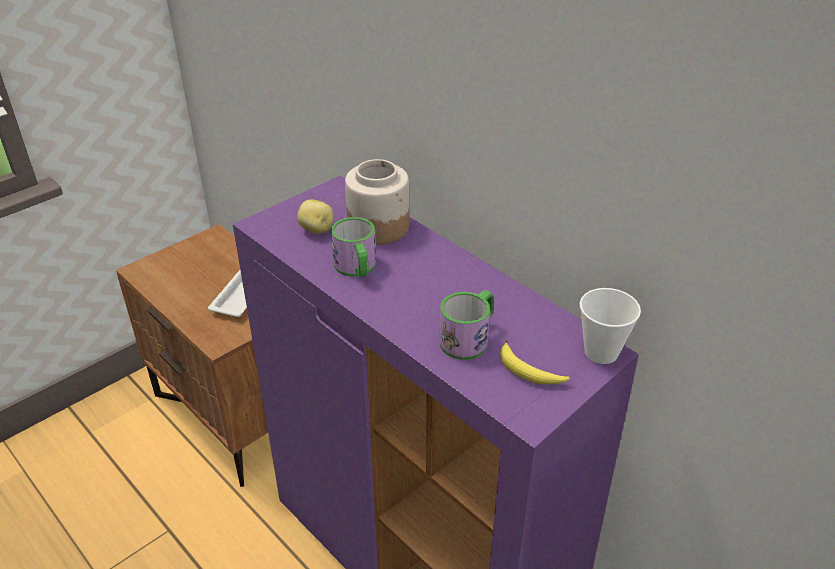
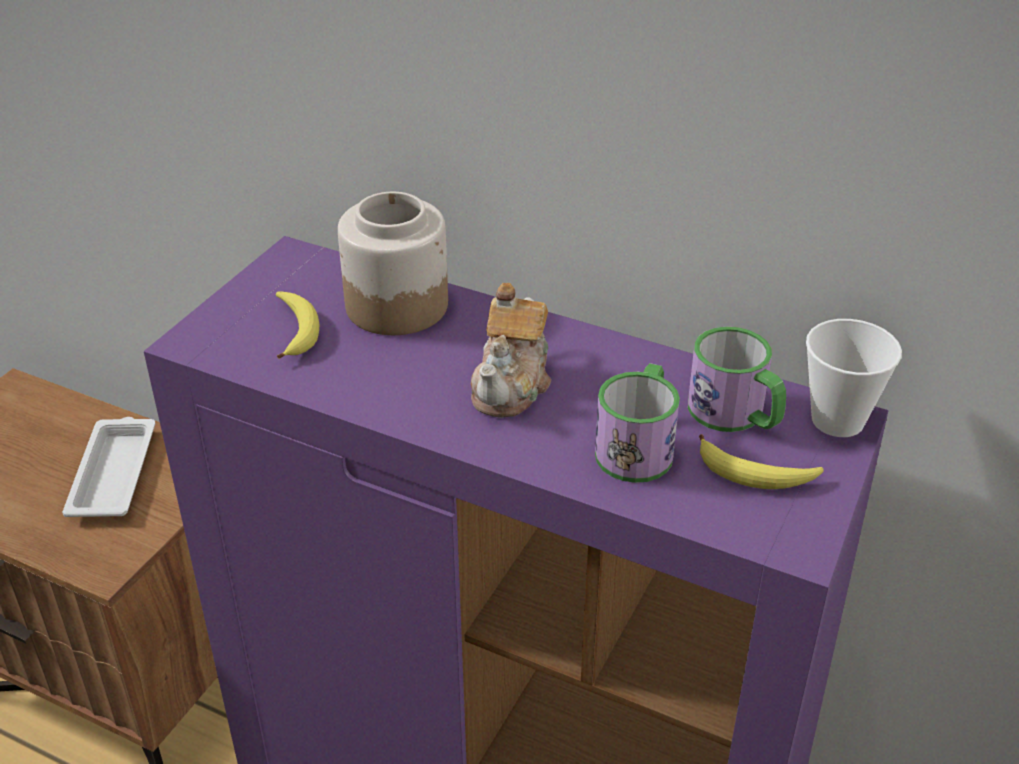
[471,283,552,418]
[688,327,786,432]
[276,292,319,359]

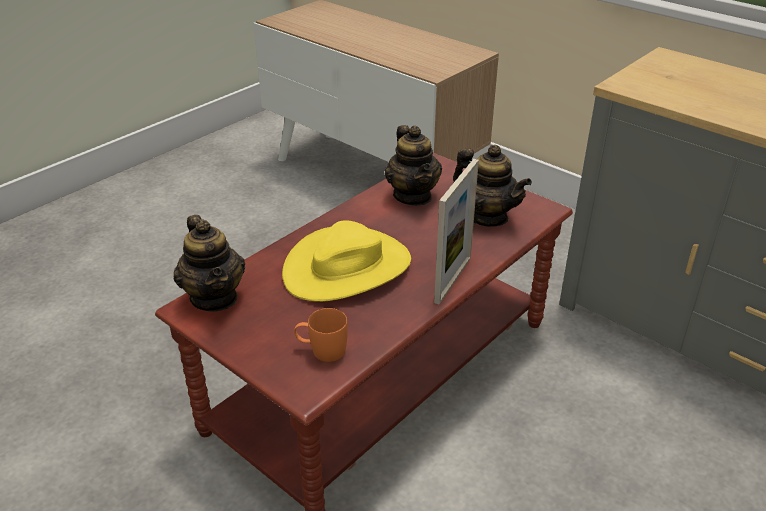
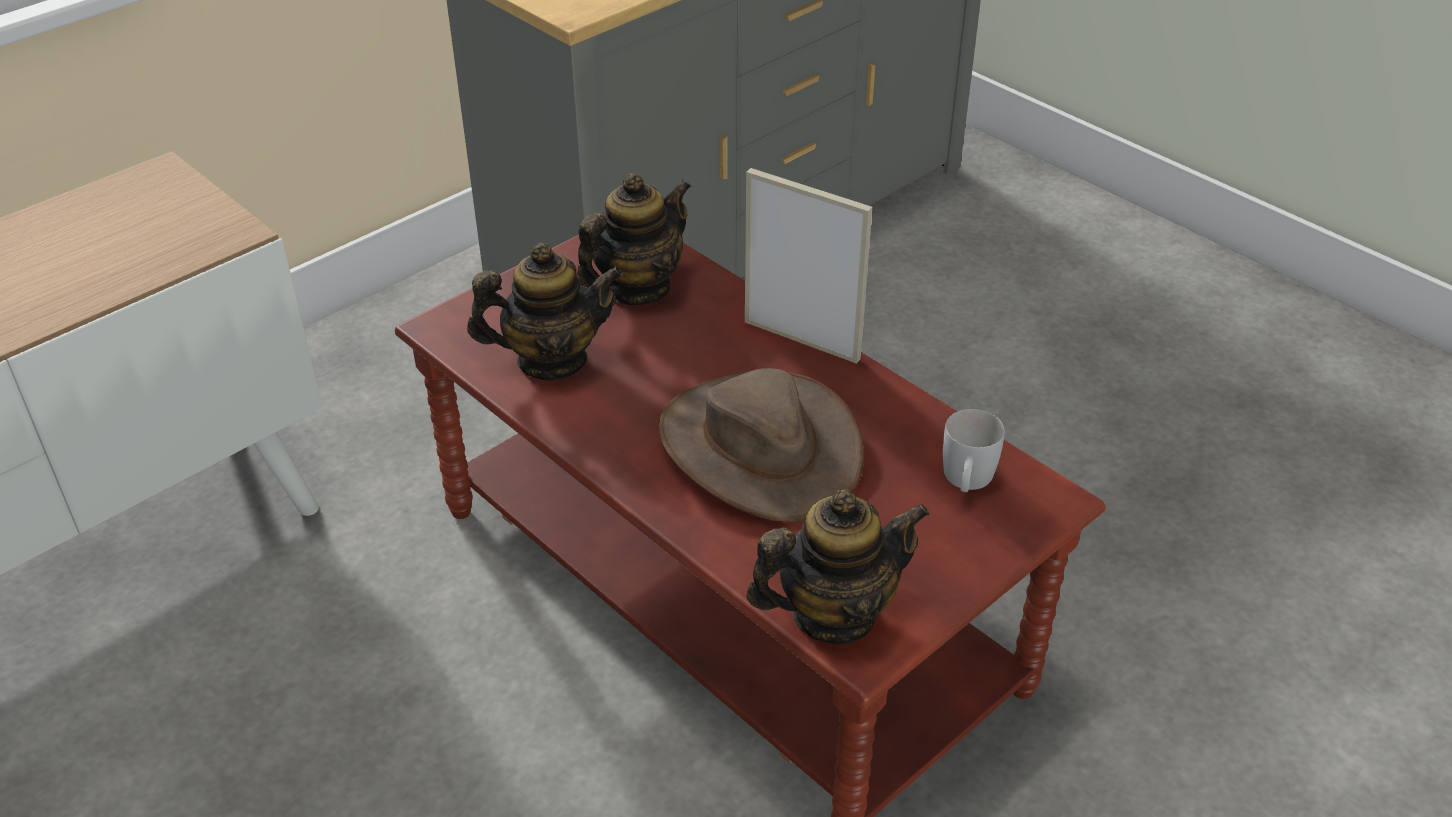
[659,368,864,522]
[943,409,1005,492]

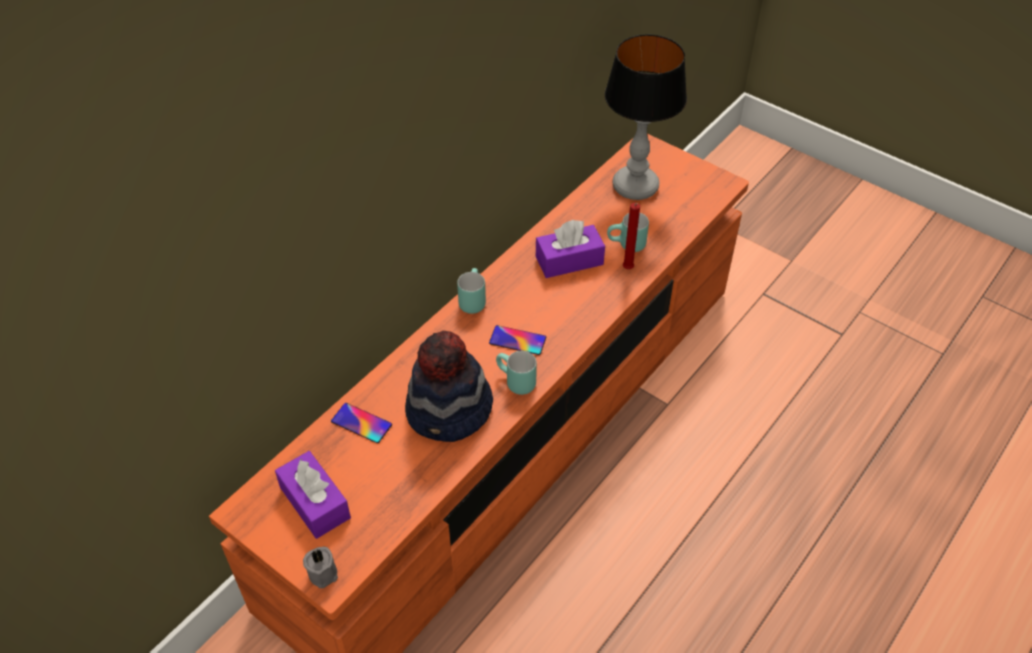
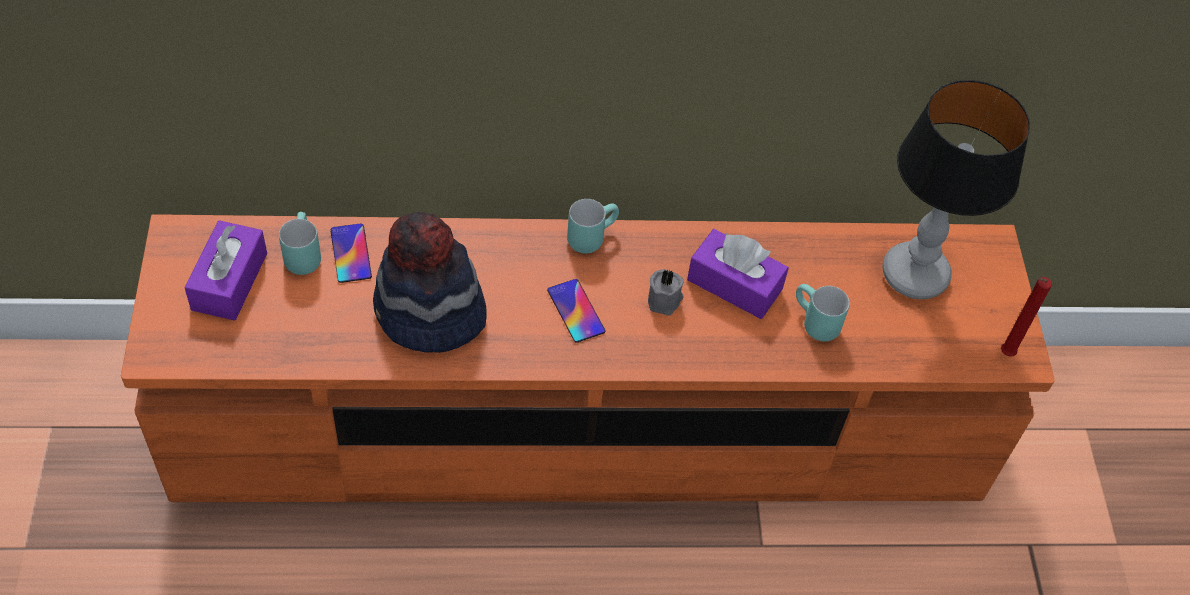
[648,269,684,316]
[279,212,321,275]
[1001,277,1052,357]

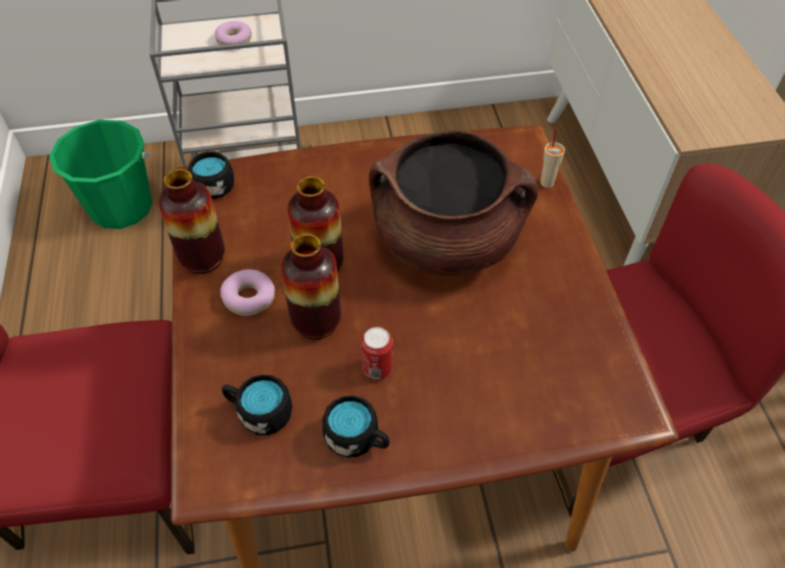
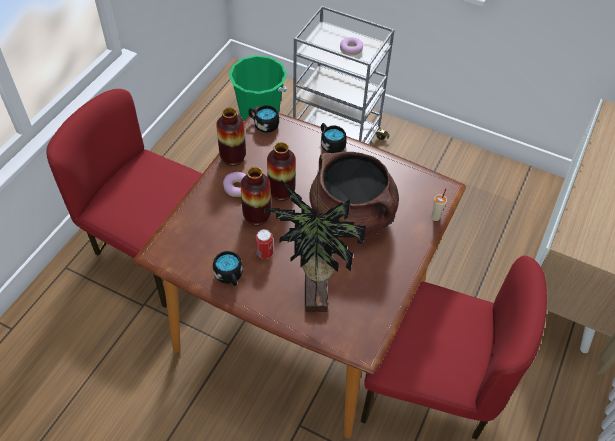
[265,174,366,312]
[321,123,347,153]

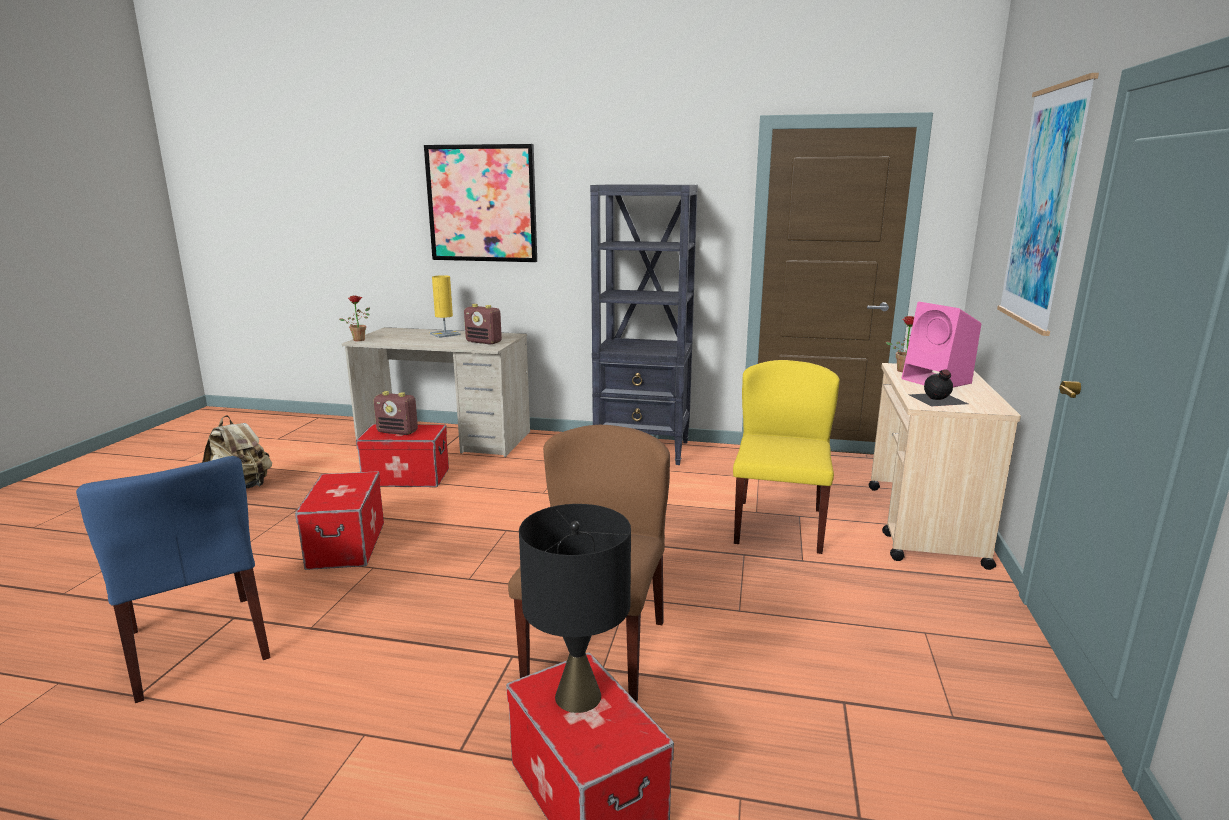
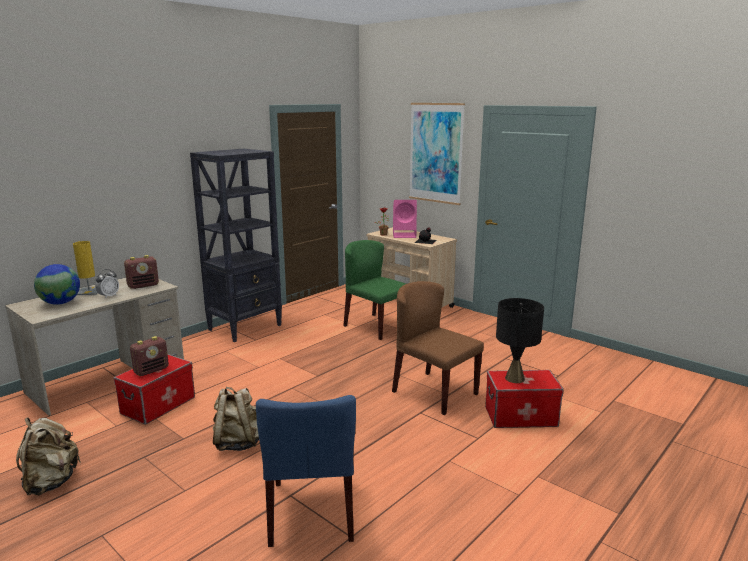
[339,296,370,341] (first image)
[424,144,537,262] (first image)
[34,264,80,305]
[95,269,119,299]
[213,387,260,451]
[343,240,406,340]
[256,395,356,547]

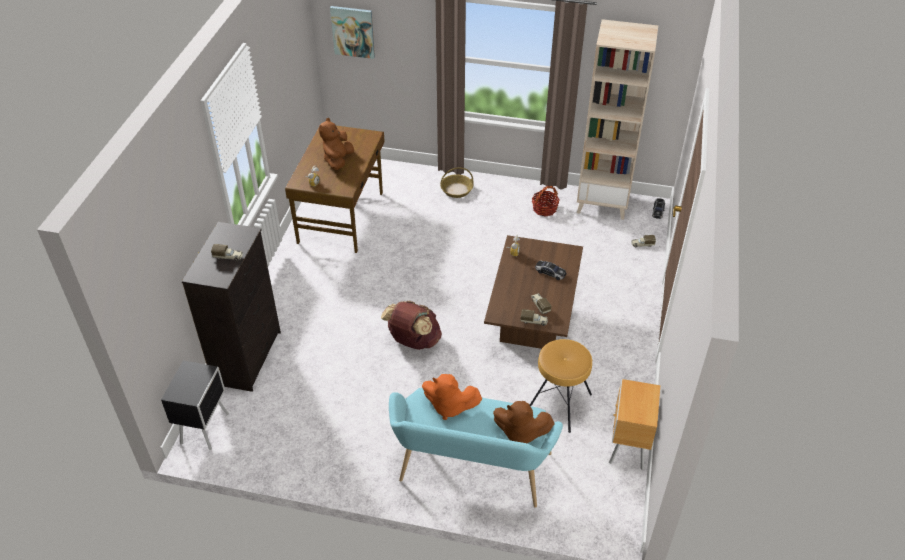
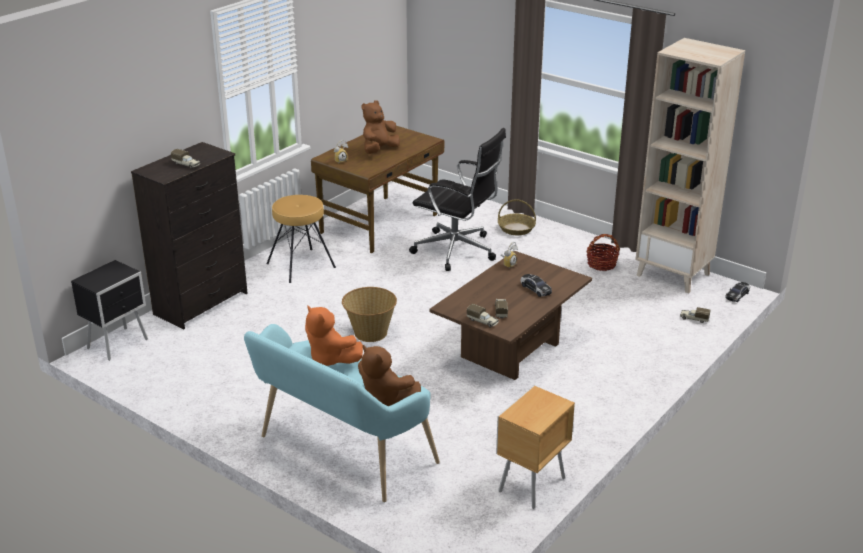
[330,6,375,59] (first image)
[409,128,506,271]
[266,195,336,283]
[342,287,397,342]

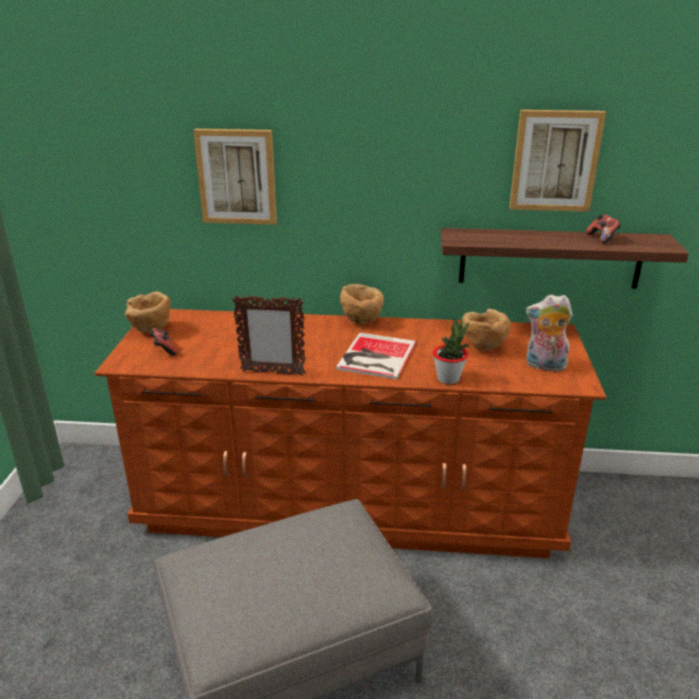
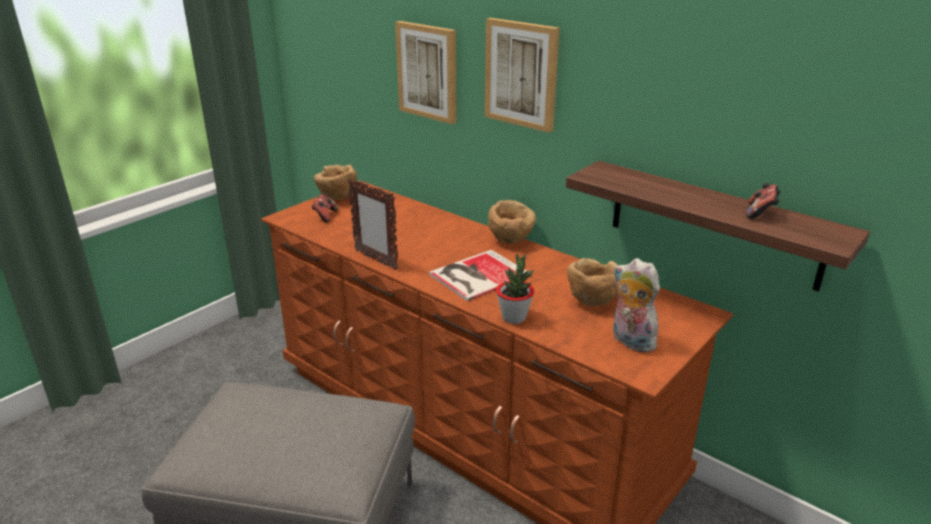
[485,18,560,133]

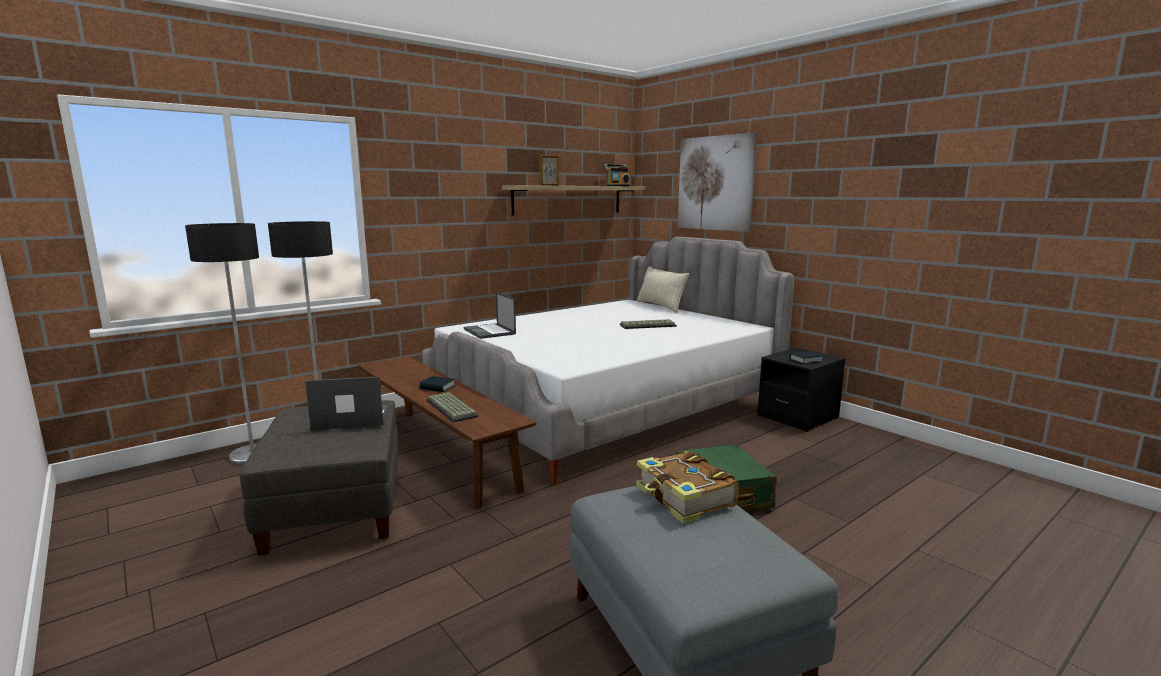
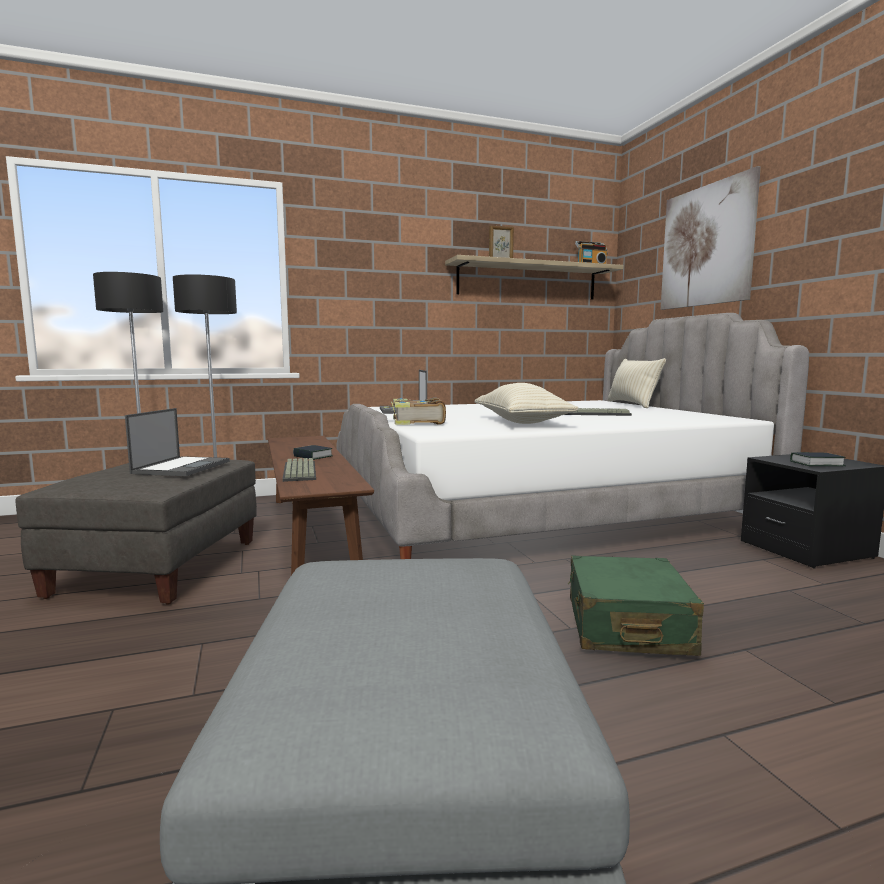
[474,383,579,424]
[383,398,446,425]
[125,408,230,476]

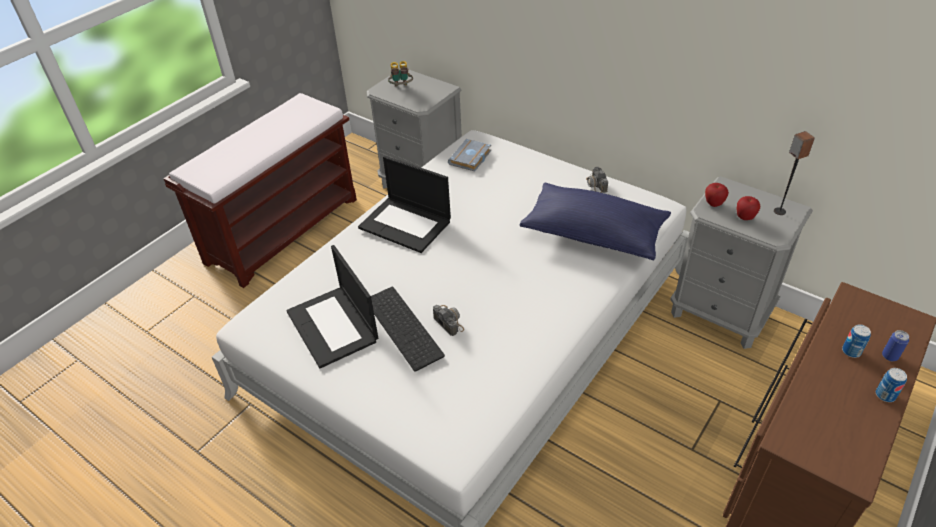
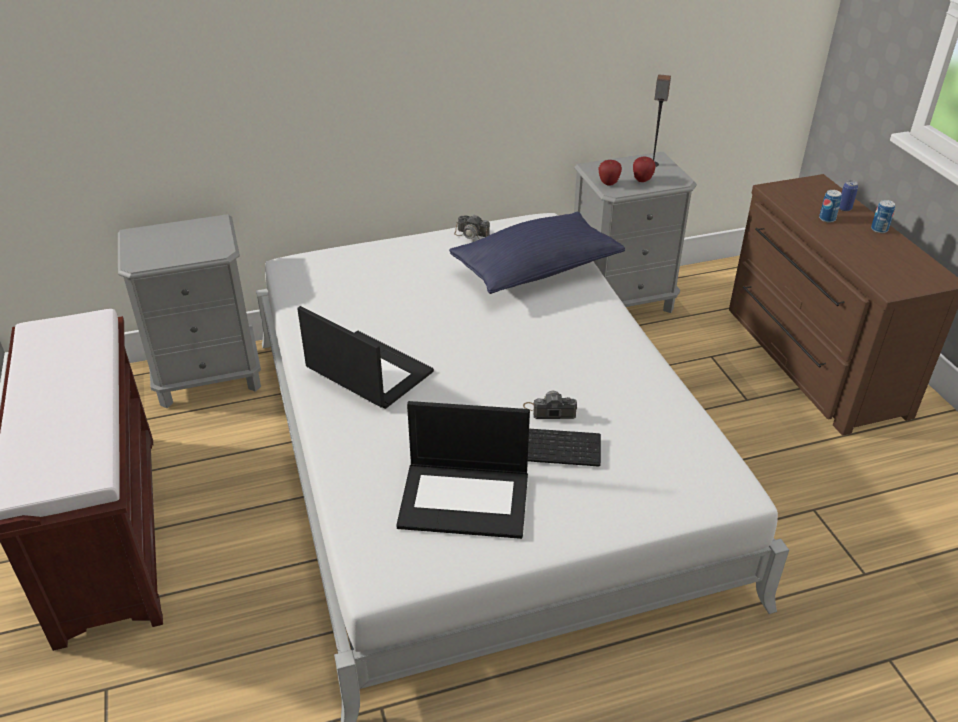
[388,61,413,87] (first image)
[448,139,491,171] (first image)
[297,306,434,409]

